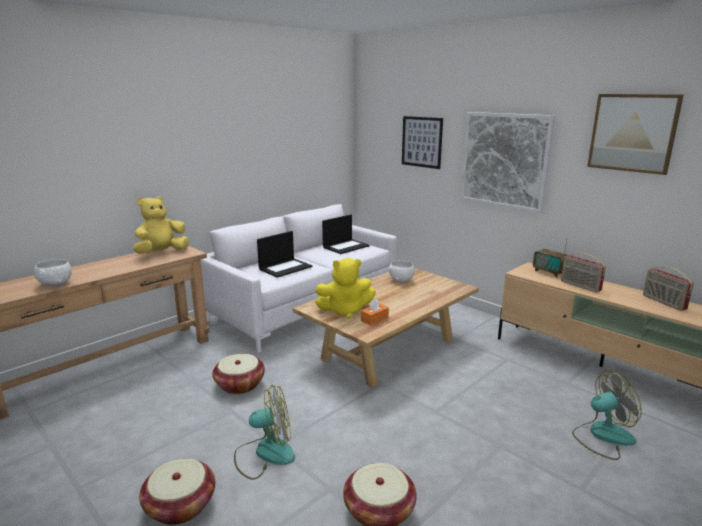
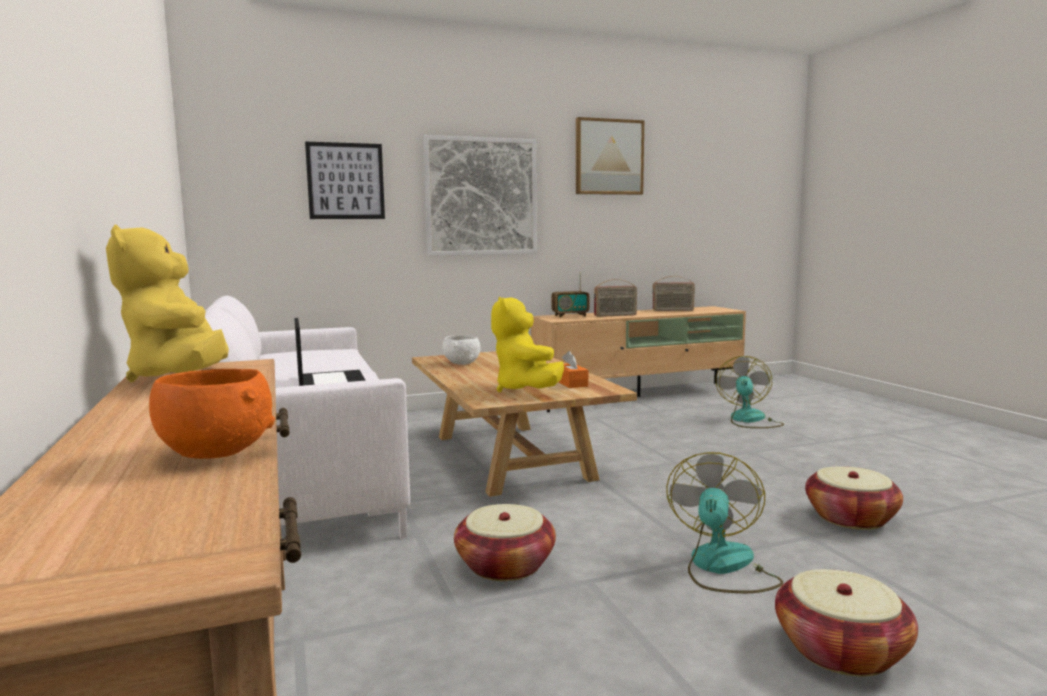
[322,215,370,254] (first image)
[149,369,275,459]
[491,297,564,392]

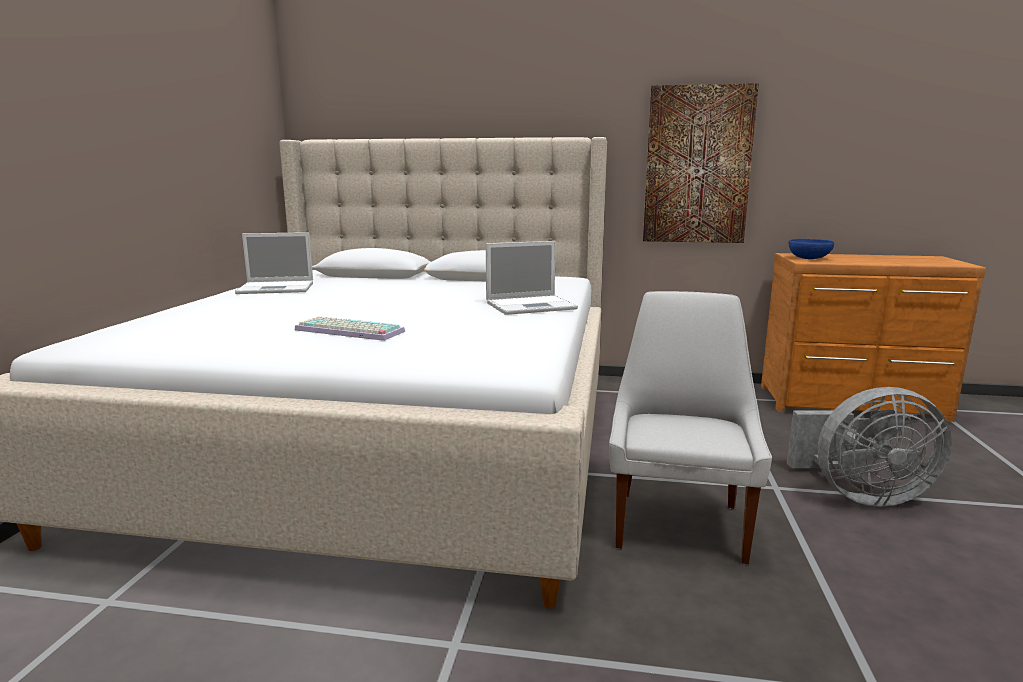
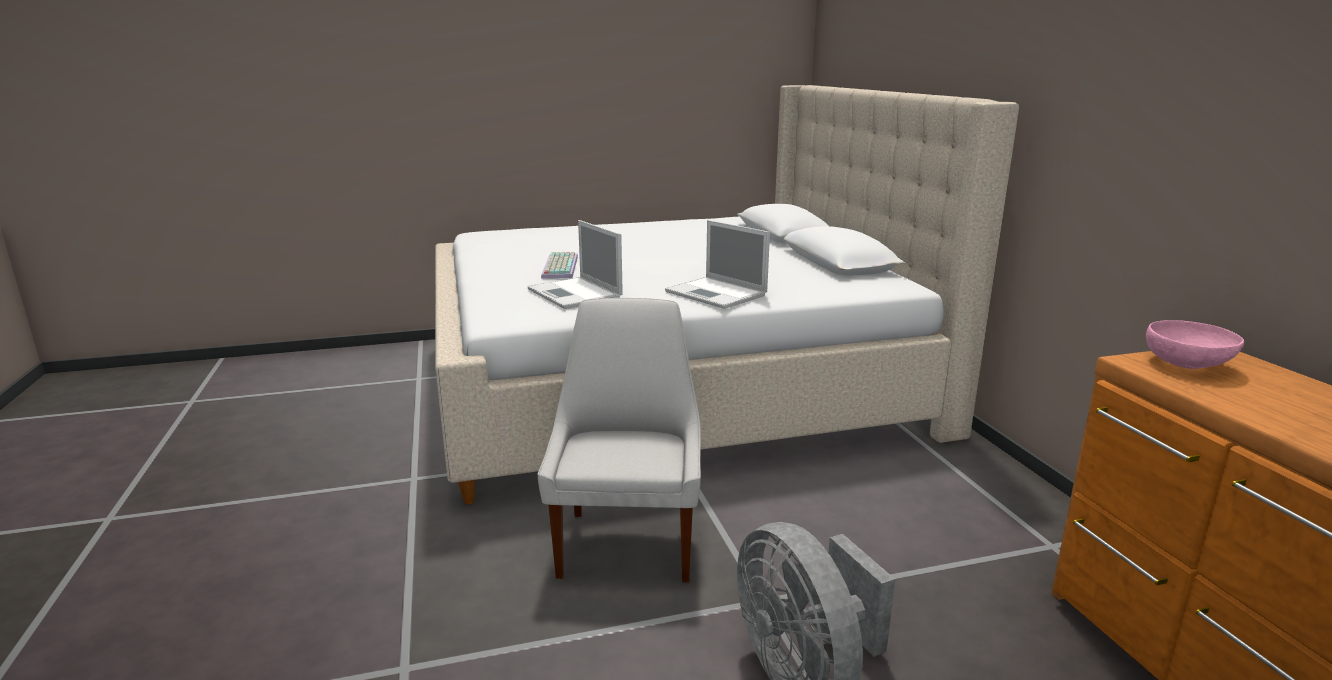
[643,83,759,243] (first image)
[527,220,623,309]
[1146,320,1244,369]
[537,298,701,582]

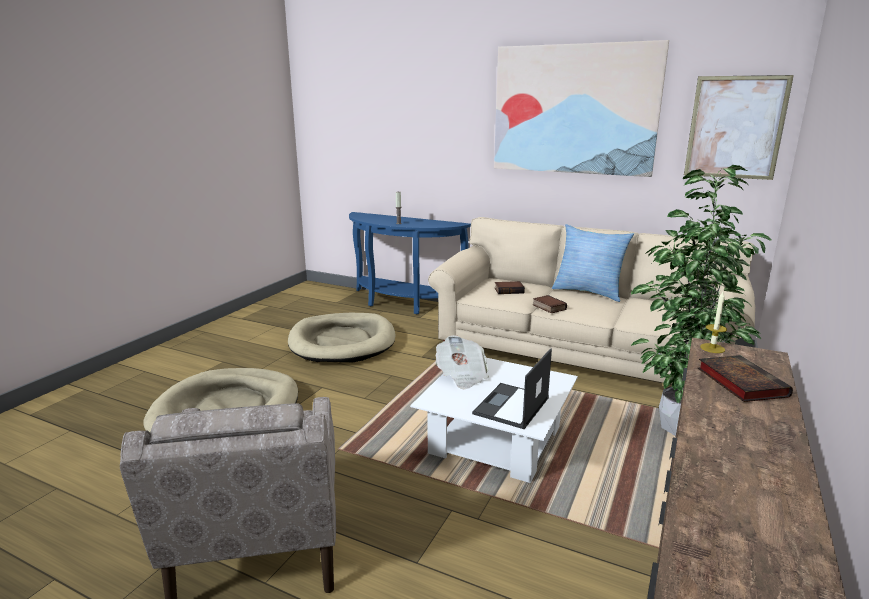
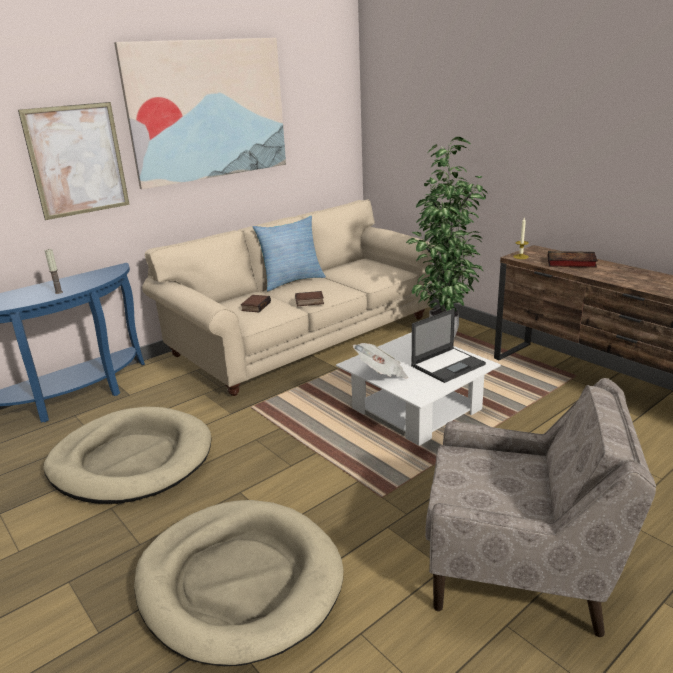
[18,102,130,220]
[411,308,486,383]

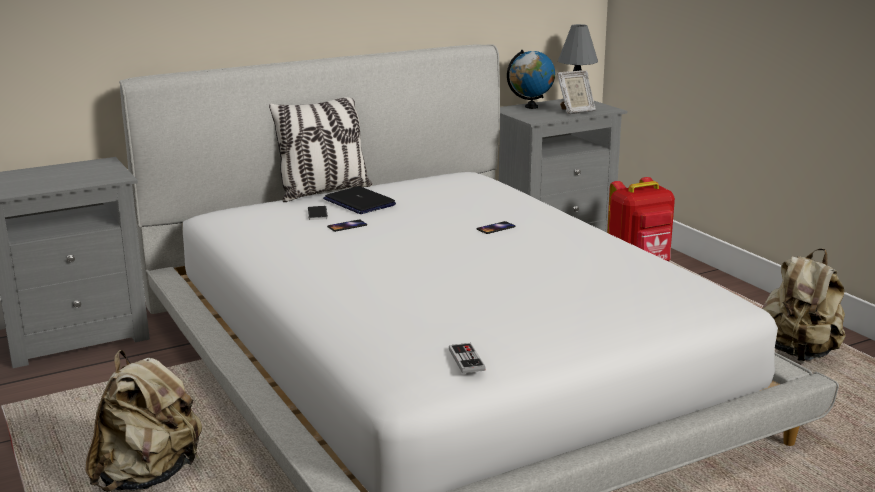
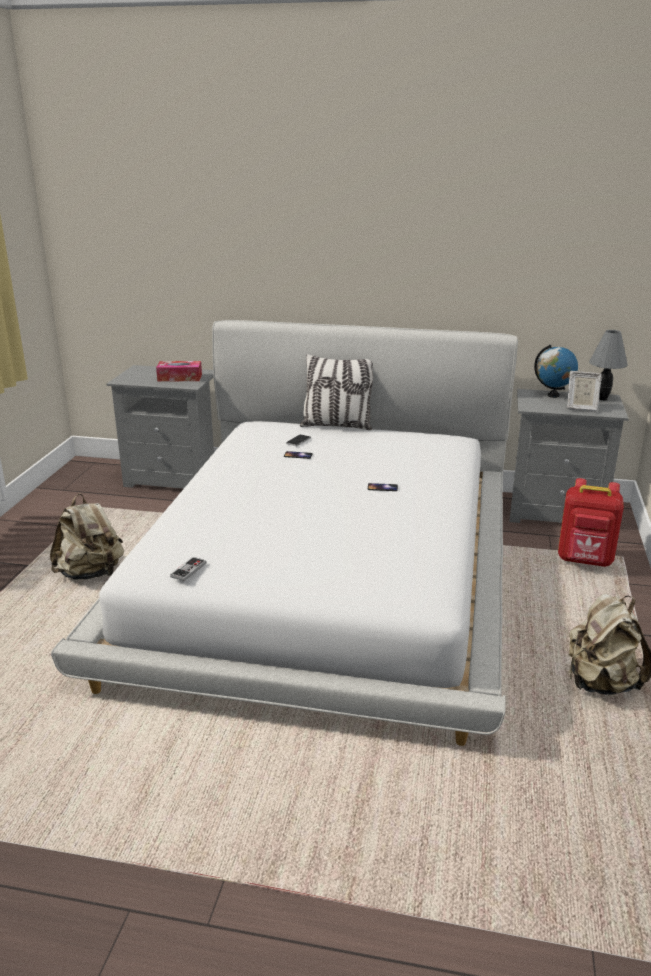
[323,186,396,214] (first image)
[156,361,202,382]

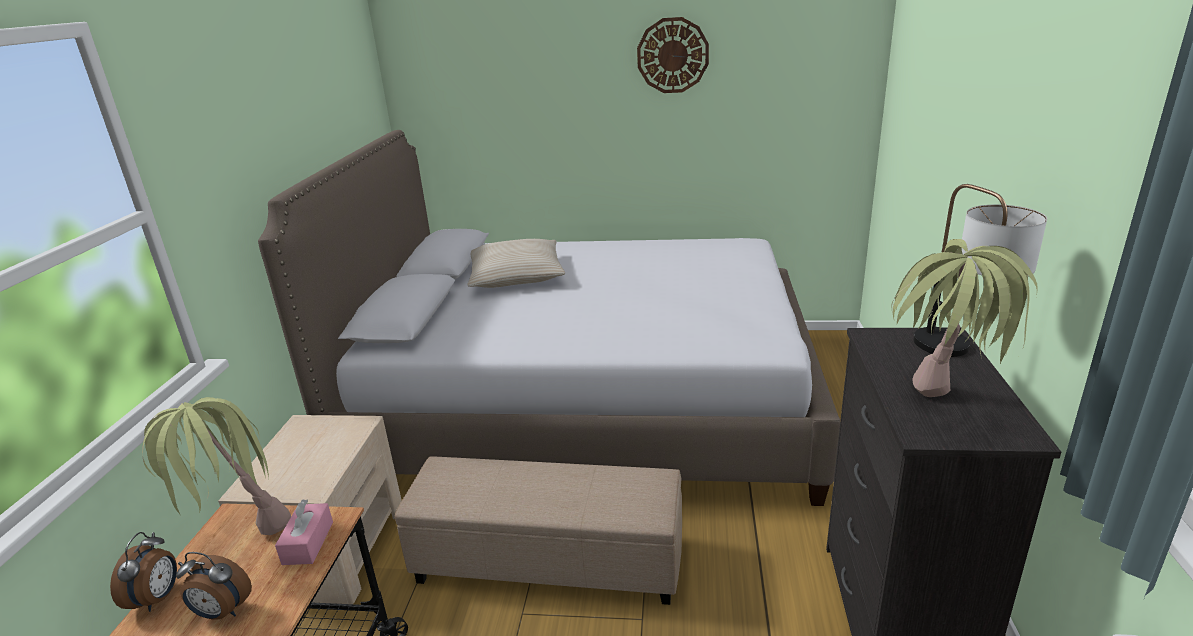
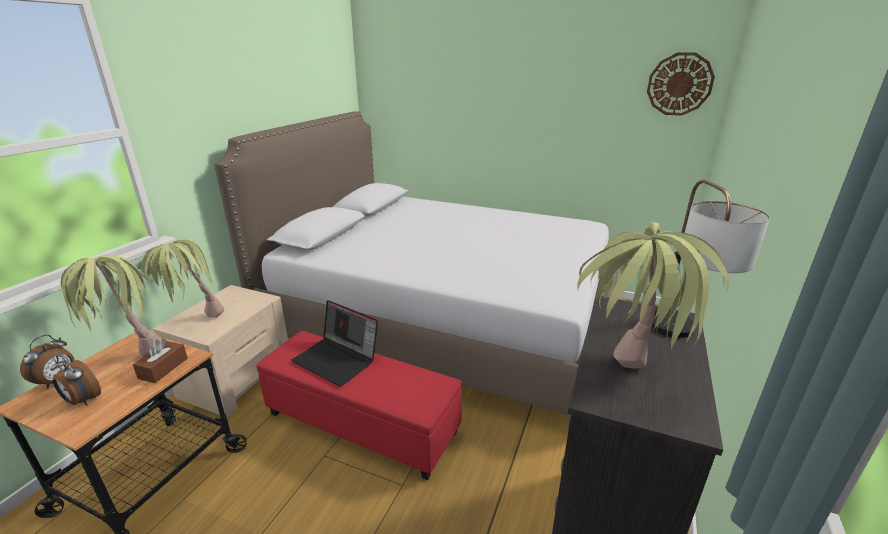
[467,239,565,288] (first image)
[138,239,224,318]
[291,300,378,387]
[647,52,715,116]
[133,338,188,383]
[256,331,462,480]

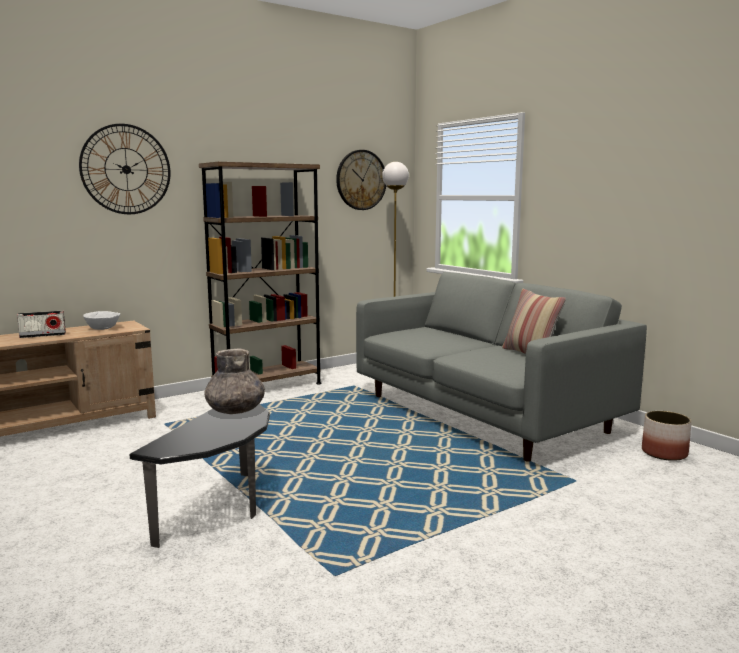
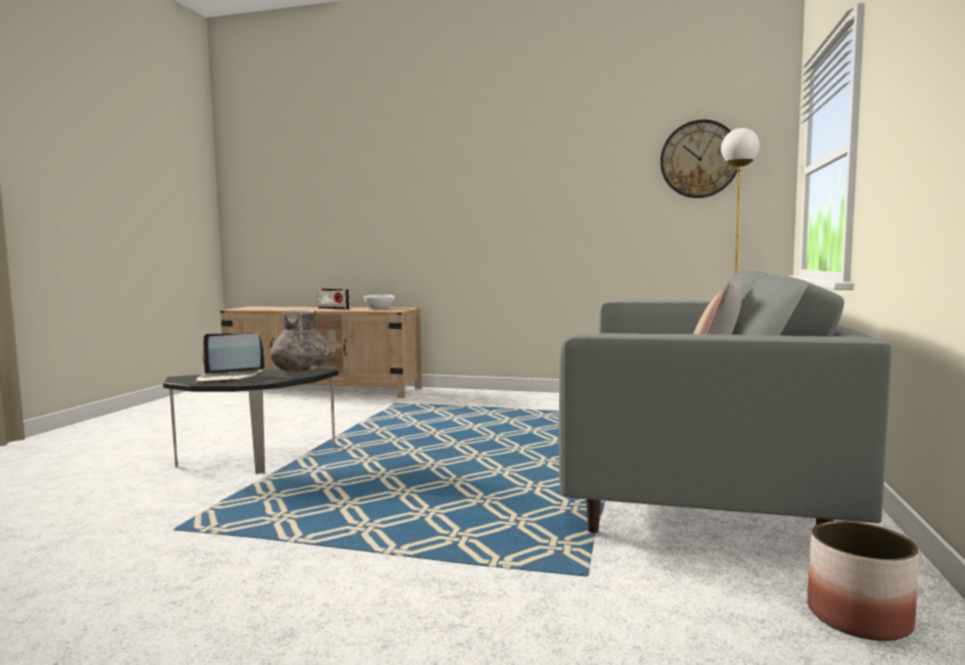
[79,124,170,214] (first image)
[199,162,322,385] (first image)
[196,333,265,384]

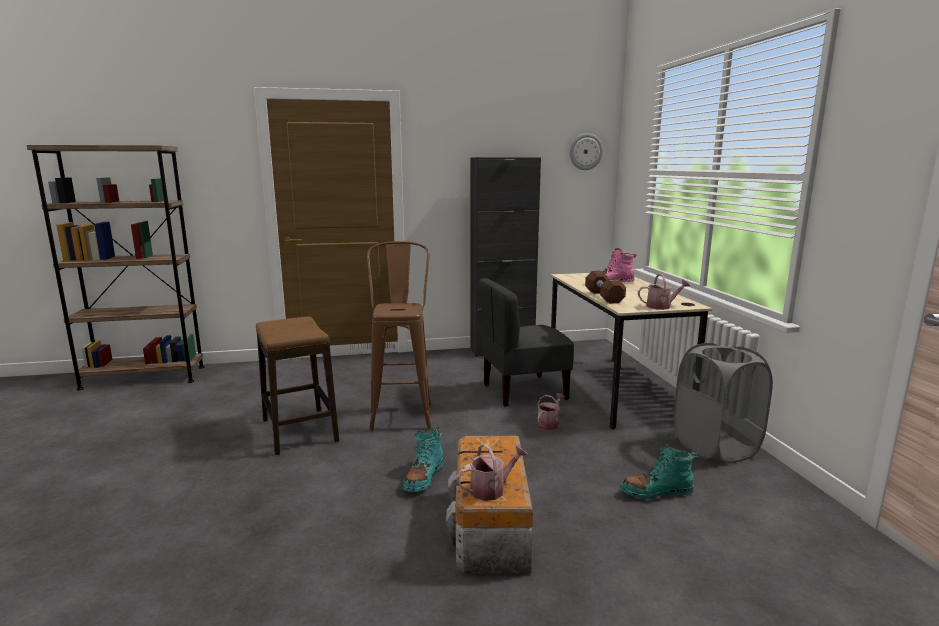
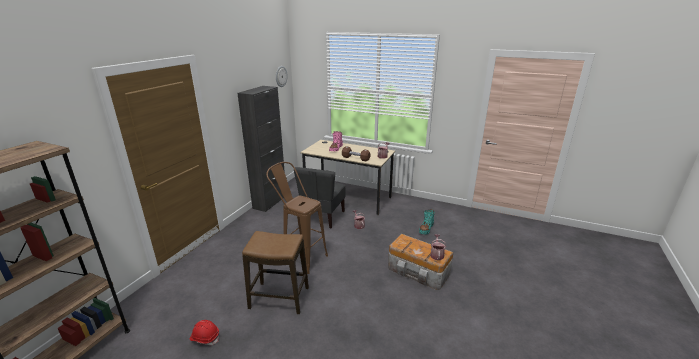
[403,427,444,492] (first image)
[674,343,773,463] (first image)
[189,320,219,345]

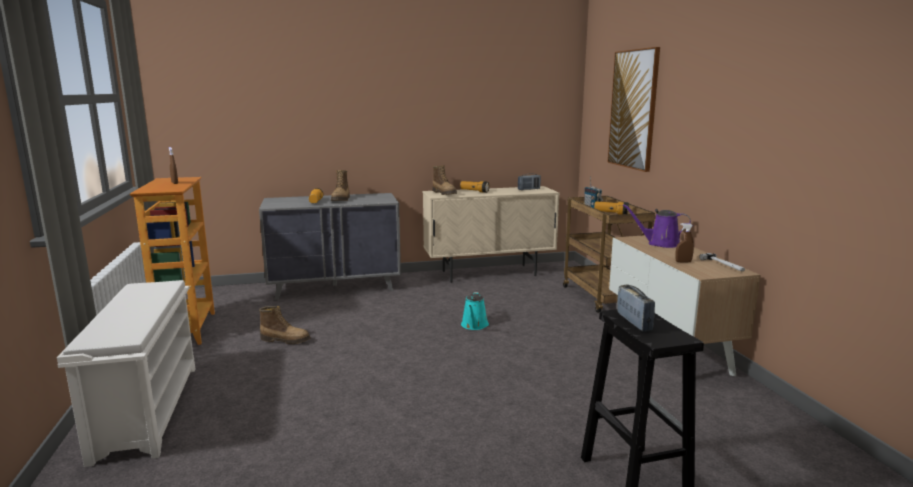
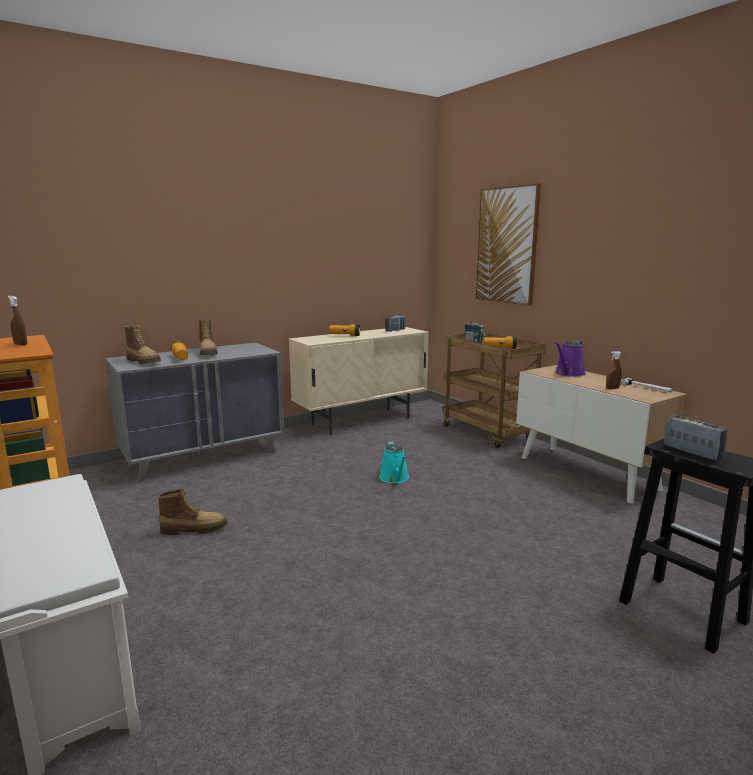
[124,325,161,365]
[555,340,586,377]

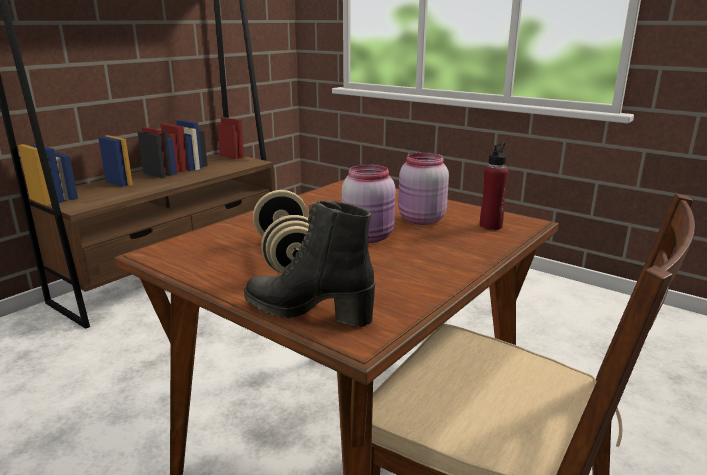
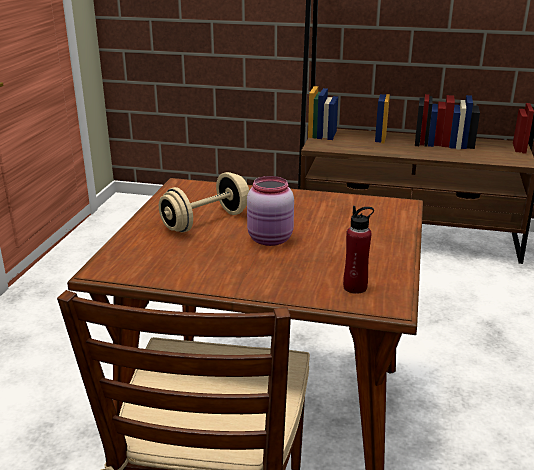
[244,201,375,327] (first image)
[398,153,449,225] (first image)

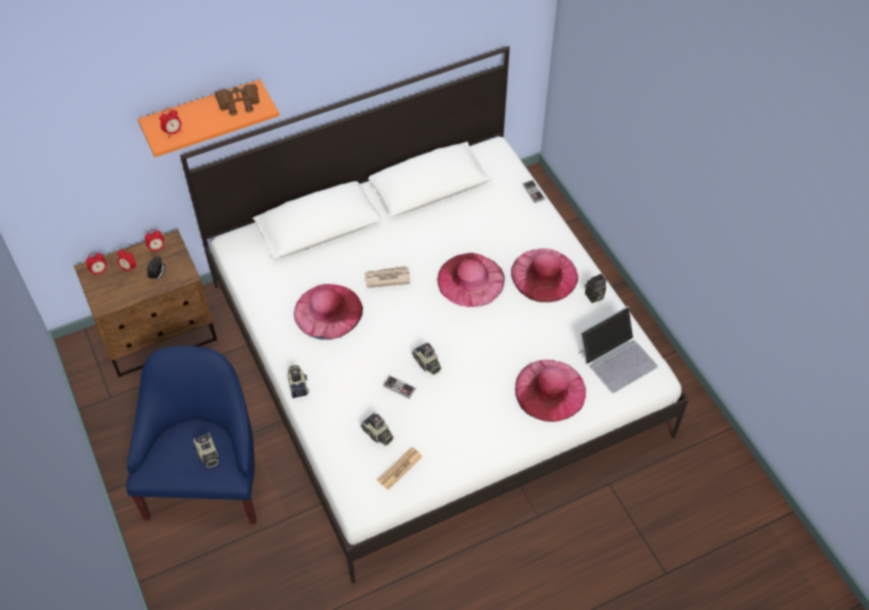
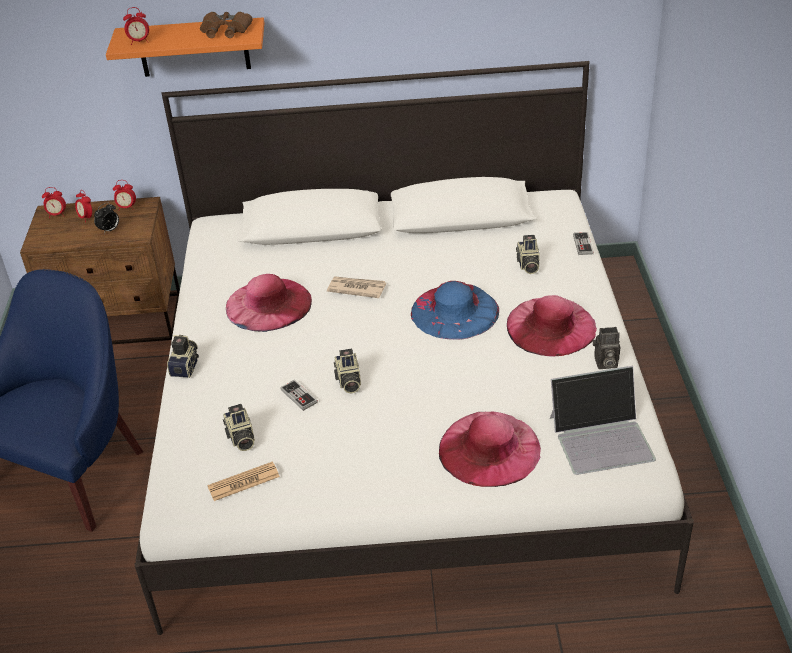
[516,235,540,274]
[411,281,499,340]

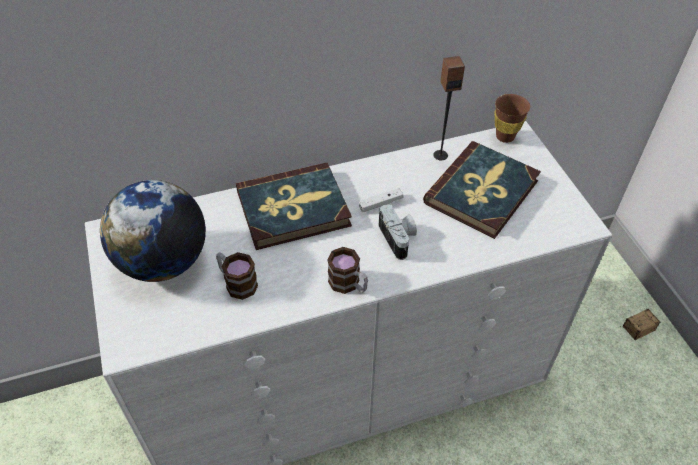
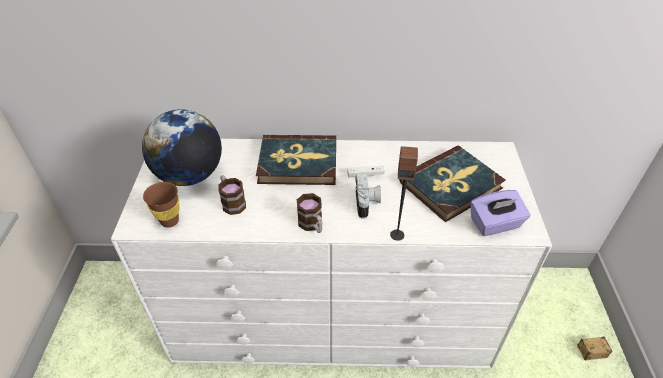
[470,190,530,236]
[390,146,418,241]
[143,182,179,228]

